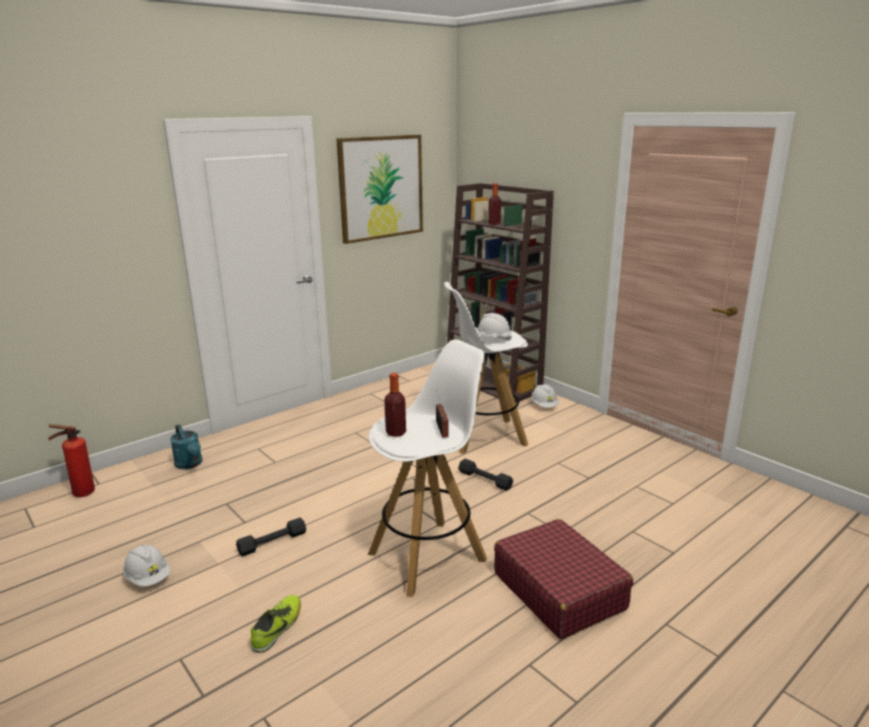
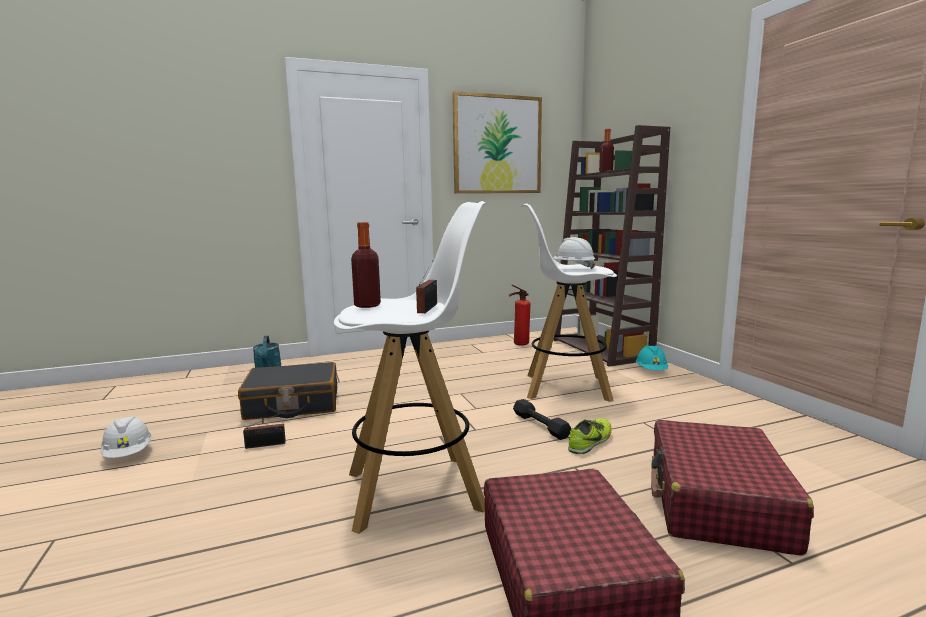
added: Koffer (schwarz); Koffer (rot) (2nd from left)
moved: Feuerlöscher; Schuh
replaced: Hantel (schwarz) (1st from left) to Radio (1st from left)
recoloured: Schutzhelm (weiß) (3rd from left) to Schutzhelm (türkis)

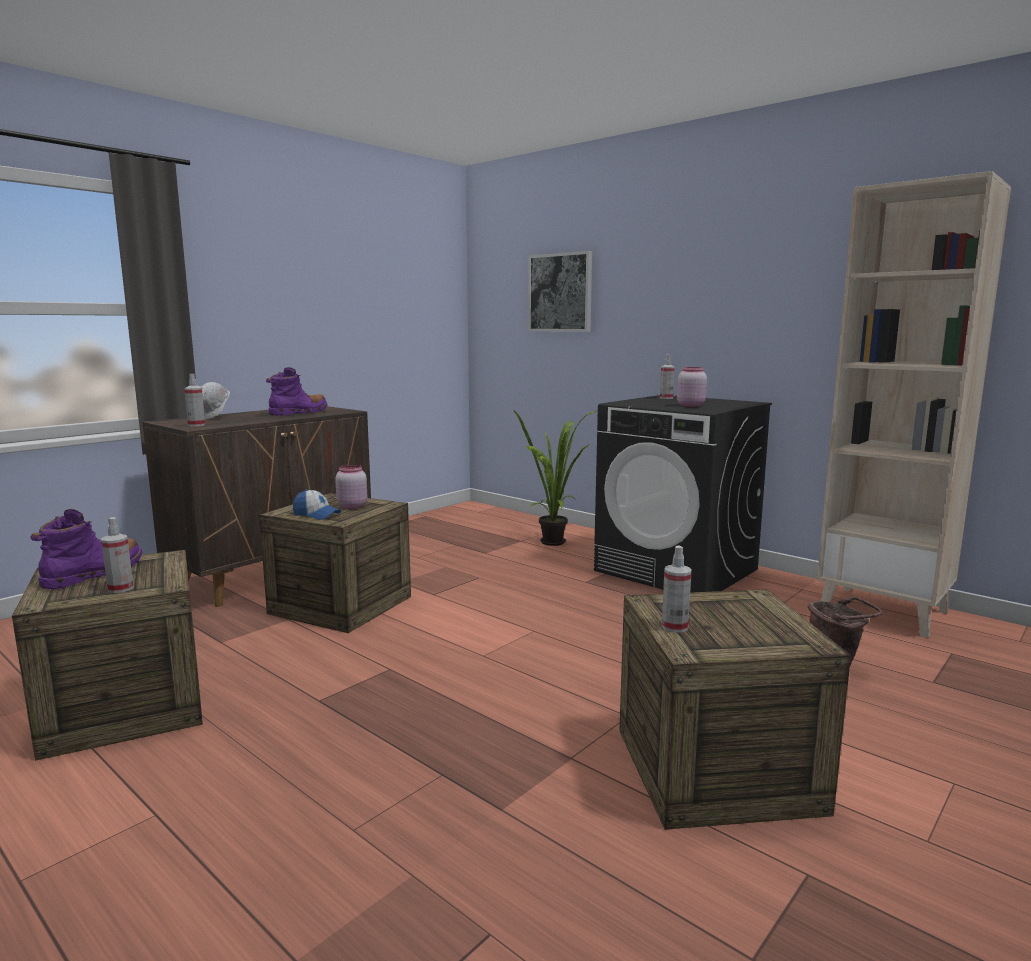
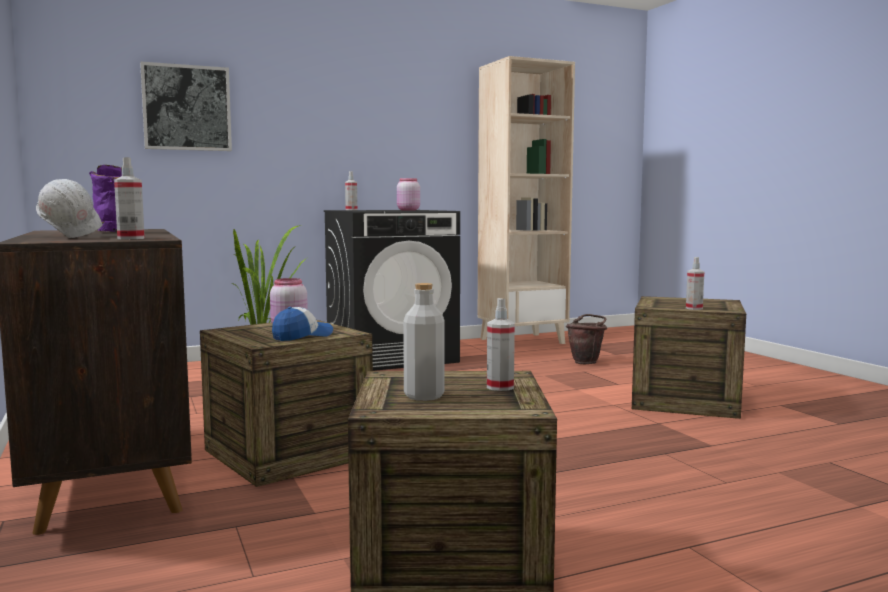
replaced: Stiefel (lila) (1st from left) to Flasche (grau)

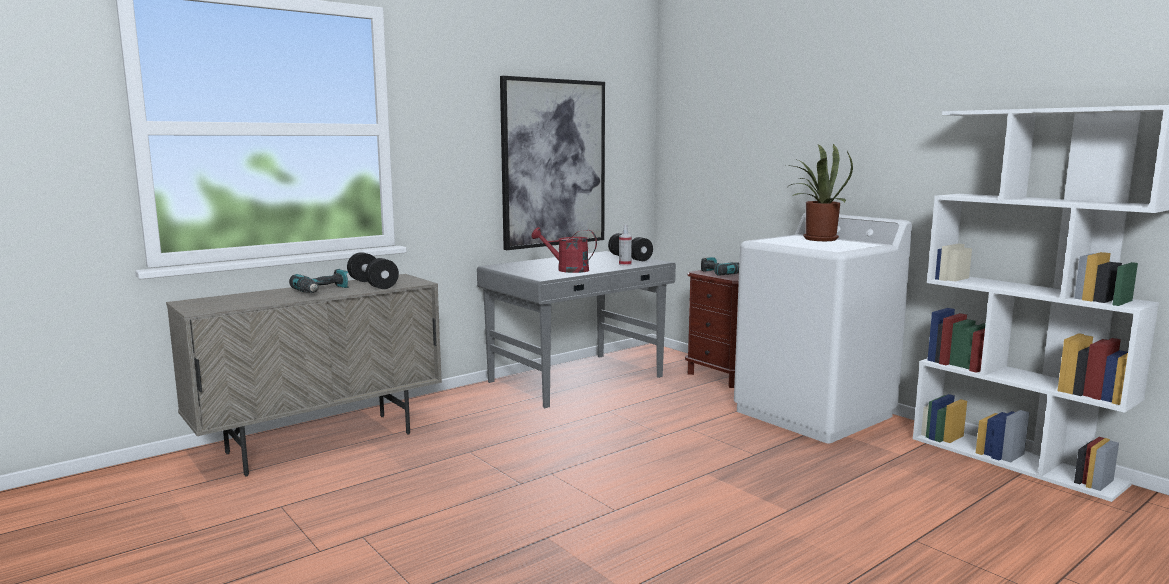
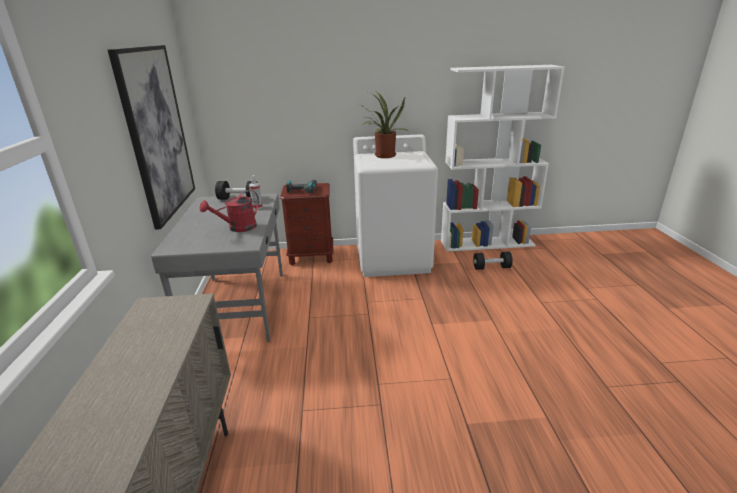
removed: Bohrmaschine (1st from left)
moved: Hantel (schwarz) (1st from left in the first image) to Hantel (schwarz) (2nd from left)

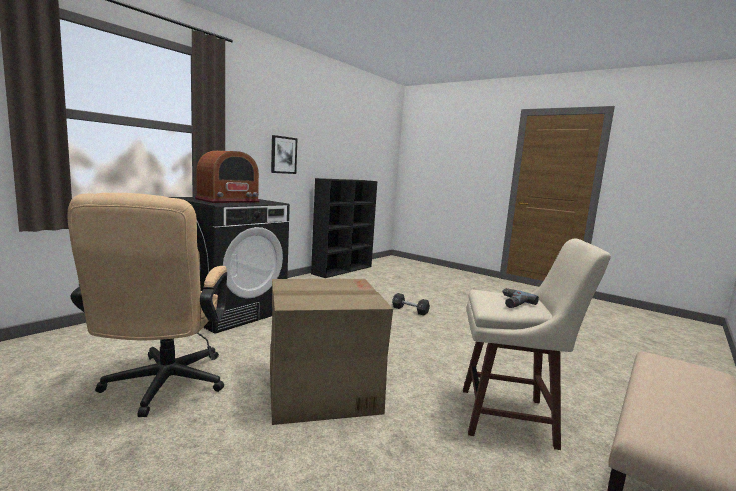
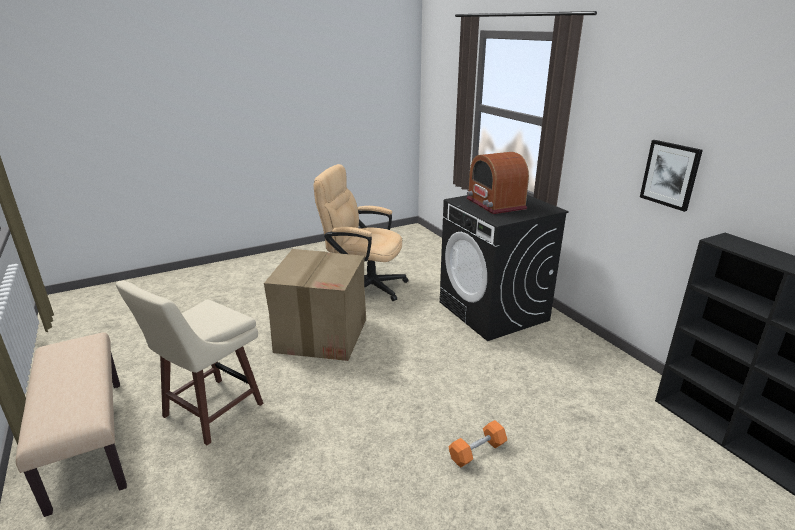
removed: Bohrmaschine
recoloured: Hantel (schwarz) to Hantel (orange)

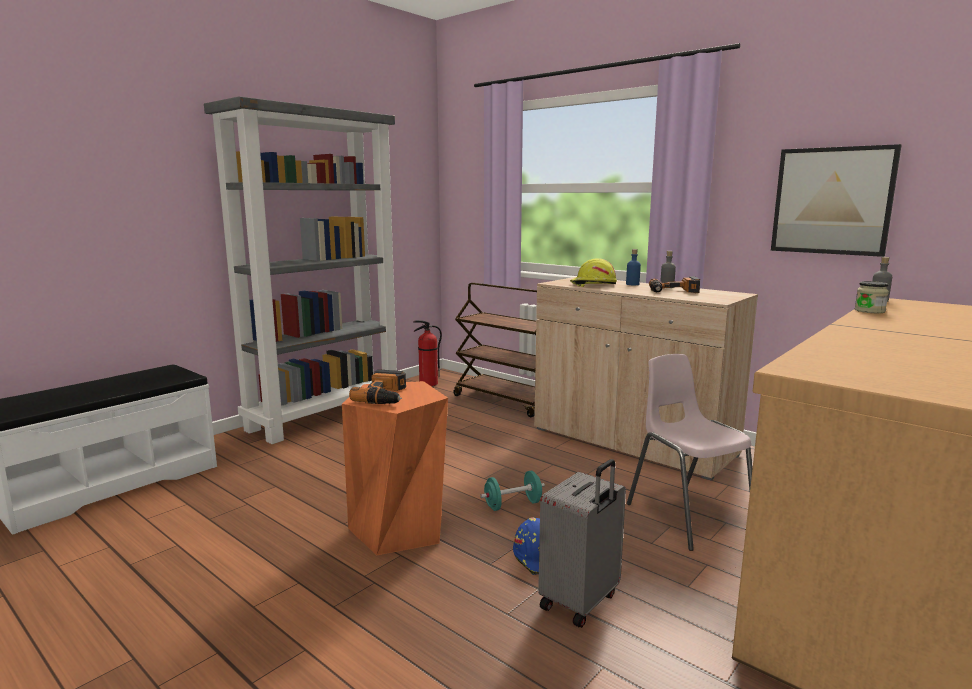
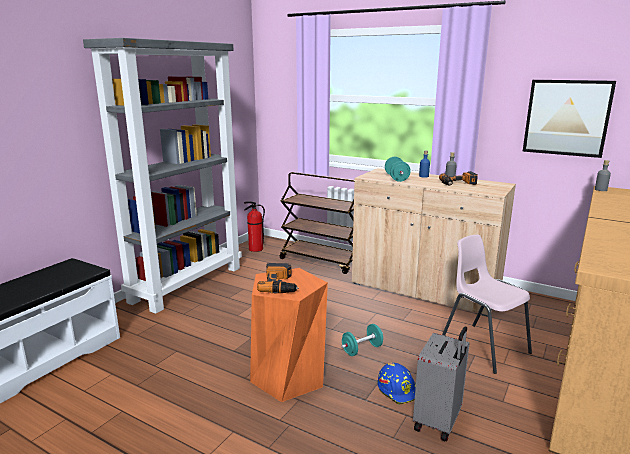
removed: Vorratsglas
replaced: Schutzhelm (gelb) to Hantel (türkis) (2nd from left)

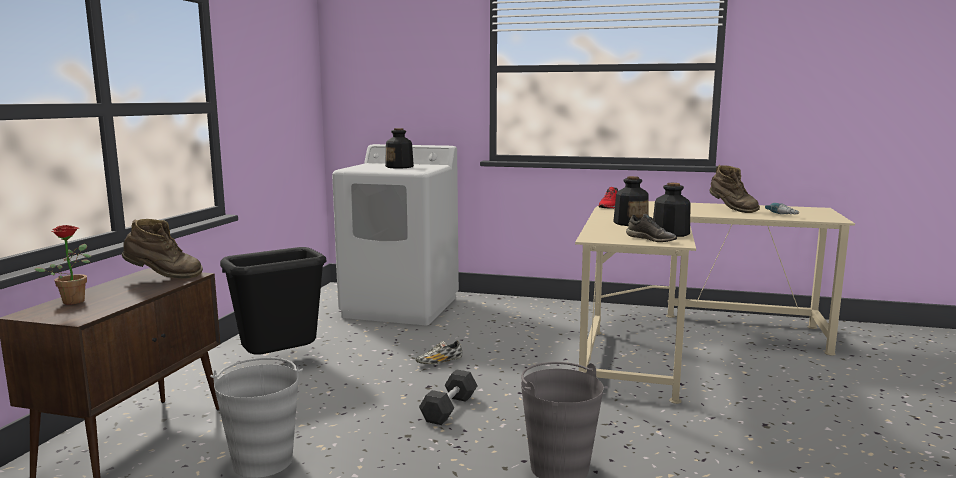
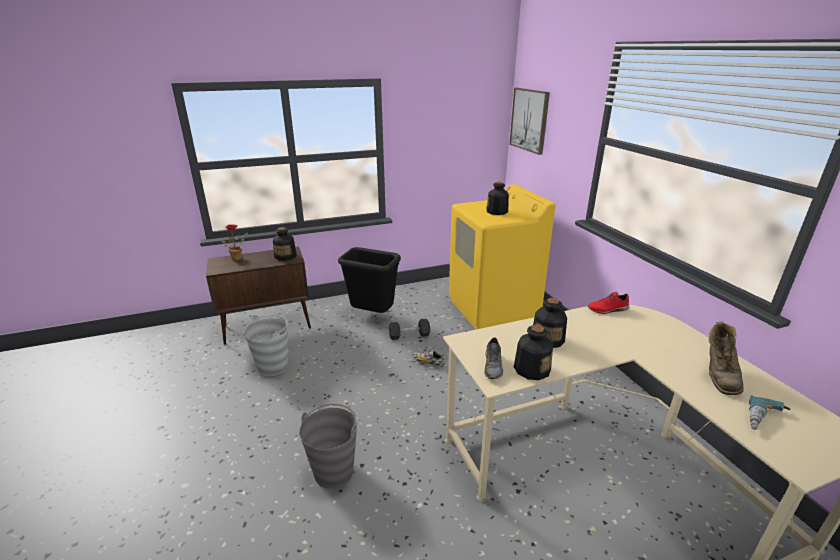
added: Bild
moved: Hantel (grau)
replaced: Stiefel (braun) (1st from left) to Flasche (1st from left)
recoloured: Waschmaschine (weiß) to Waschmaschine (gelb)

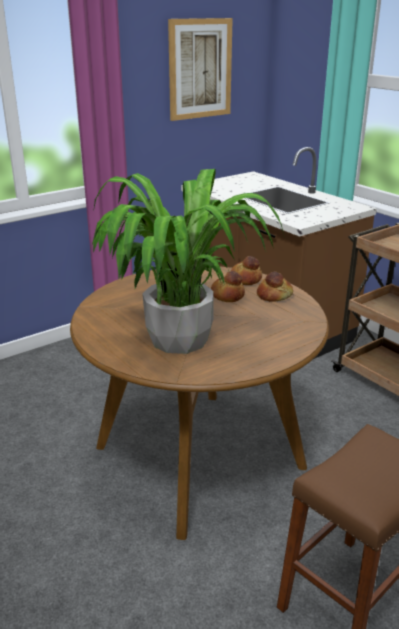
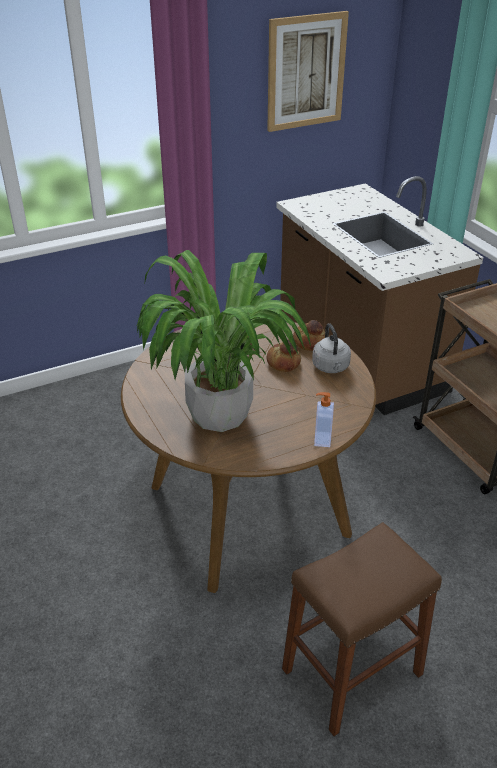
added: Seifenspender
replaced: Brot (3rd from left) to Wasserkessel (grau)

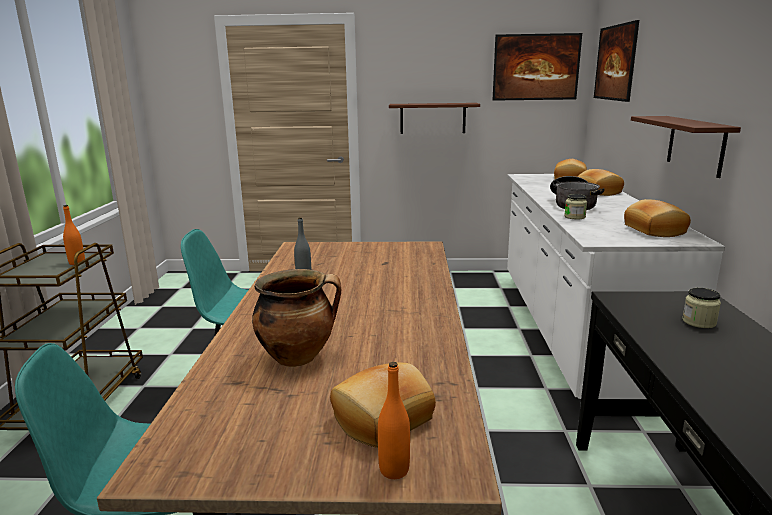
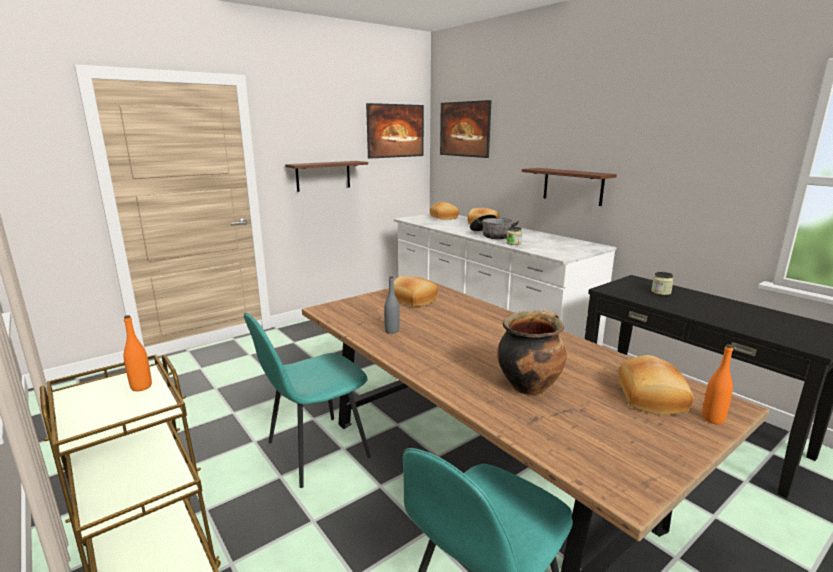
moved: Brot (4th from left in the first image) to Brot (1st from left)

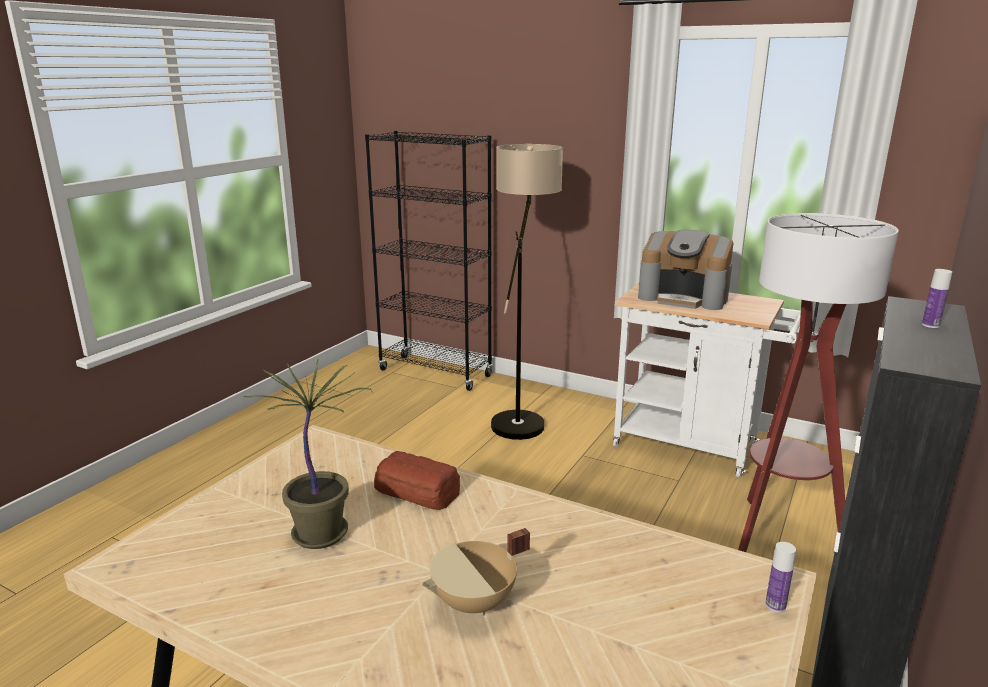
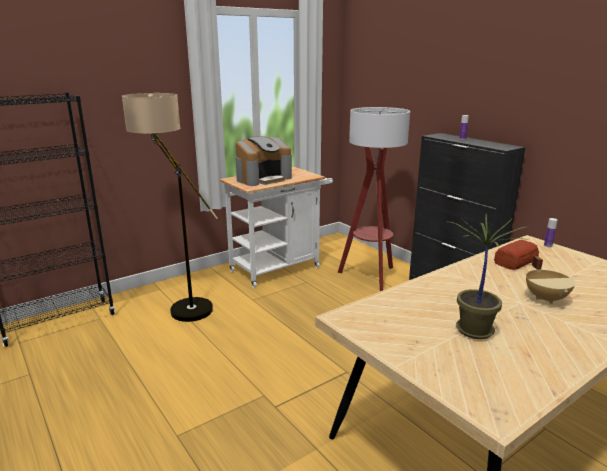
moved: Brot

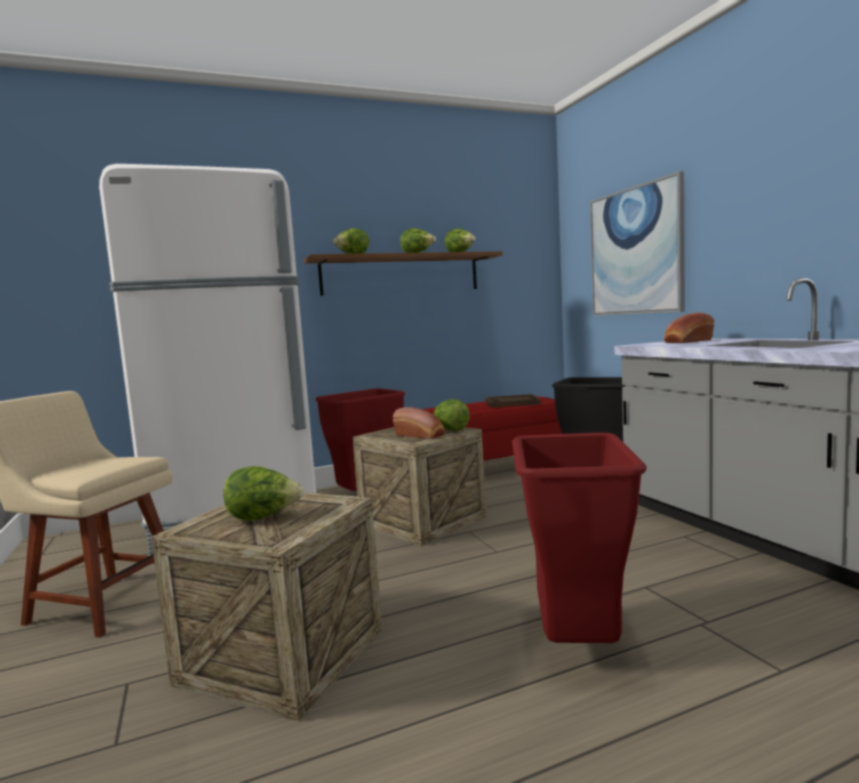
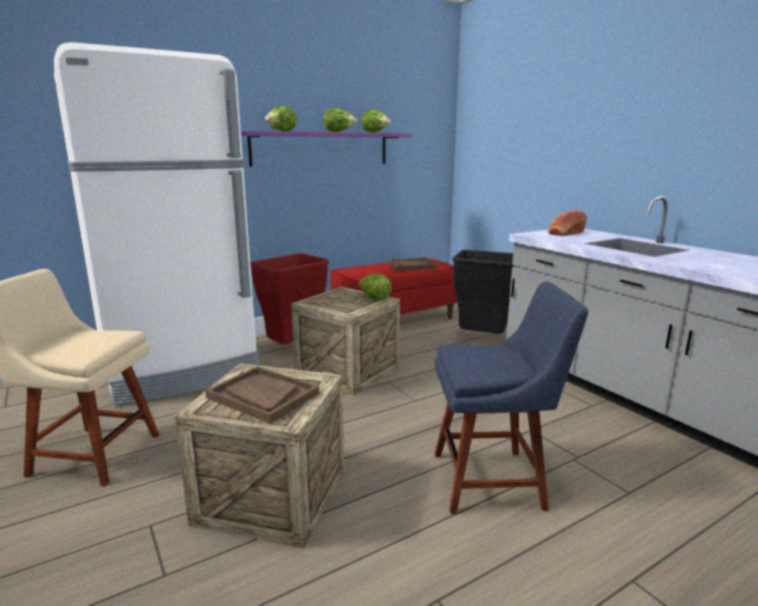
removed: Brot (1st from left); Bild
replaced: Salatkopf (1st from left) to Tablett (braun) (1st from left); Mülleimer (rot) (2nd from left) to Stuhl (blau)
recoloured: Wandregal (braun) to Wandregal (lila)

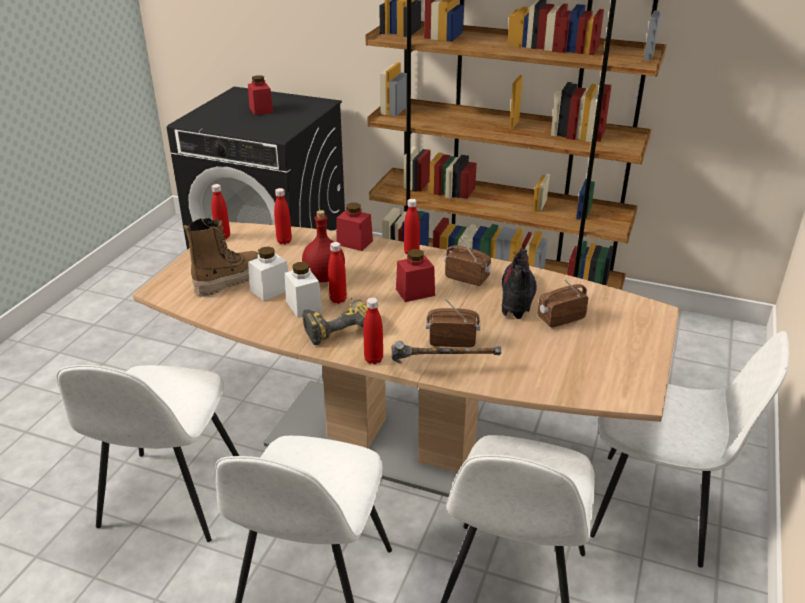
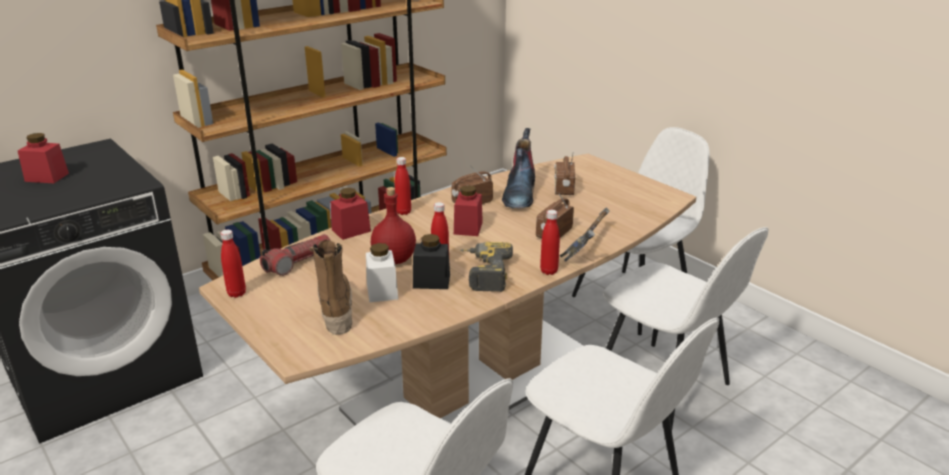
replaced: Flasche (rot) (2nd from left) to Taschenlampe
recoloured: Vorratsglas (weiß) (2nd from left) to Vorratsglas (schwarz)
turned: Stiefel (2nd from left) 120 degrees counterclockwise

